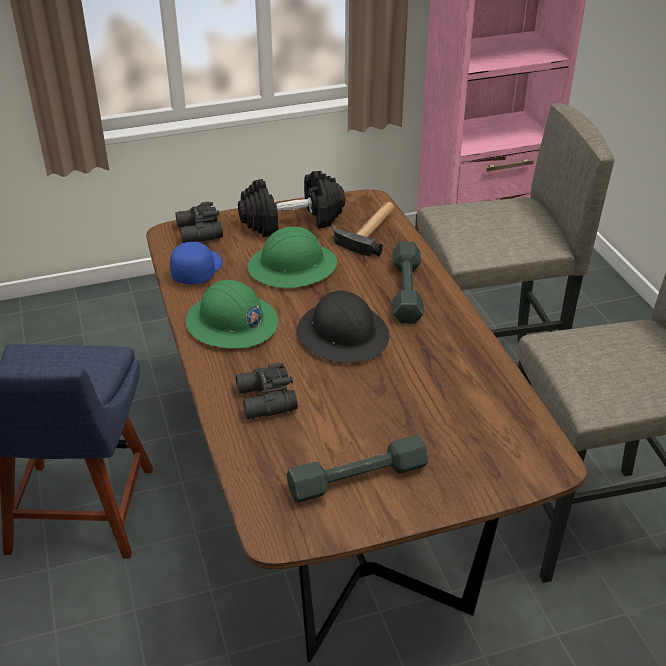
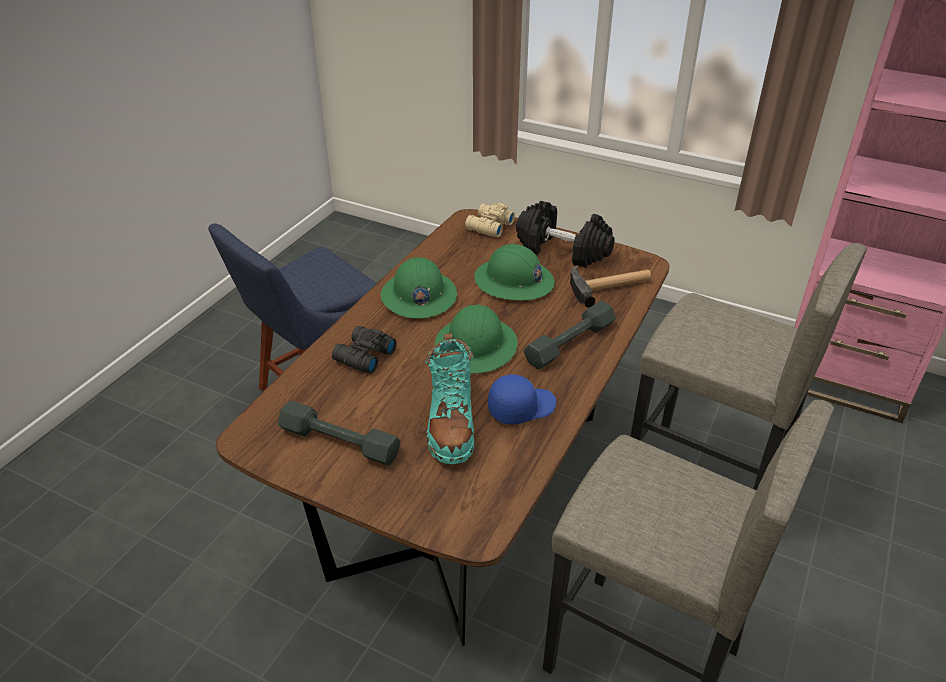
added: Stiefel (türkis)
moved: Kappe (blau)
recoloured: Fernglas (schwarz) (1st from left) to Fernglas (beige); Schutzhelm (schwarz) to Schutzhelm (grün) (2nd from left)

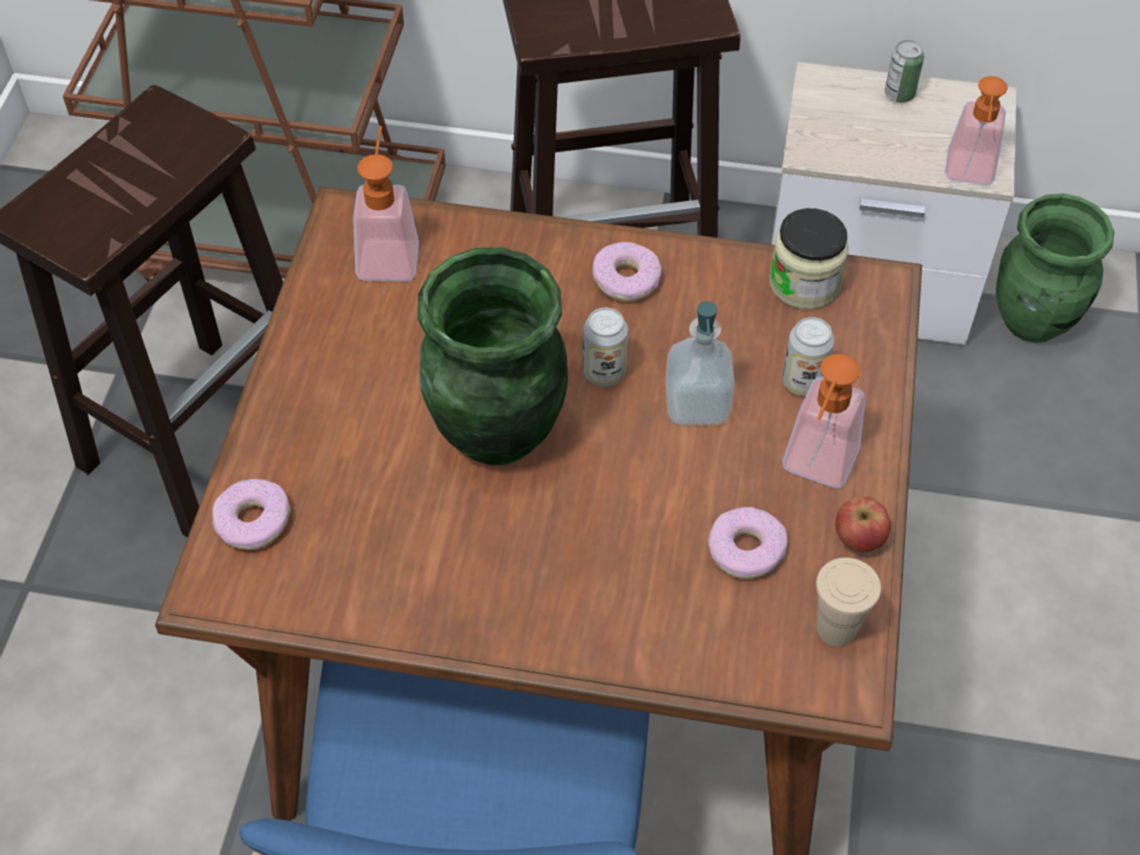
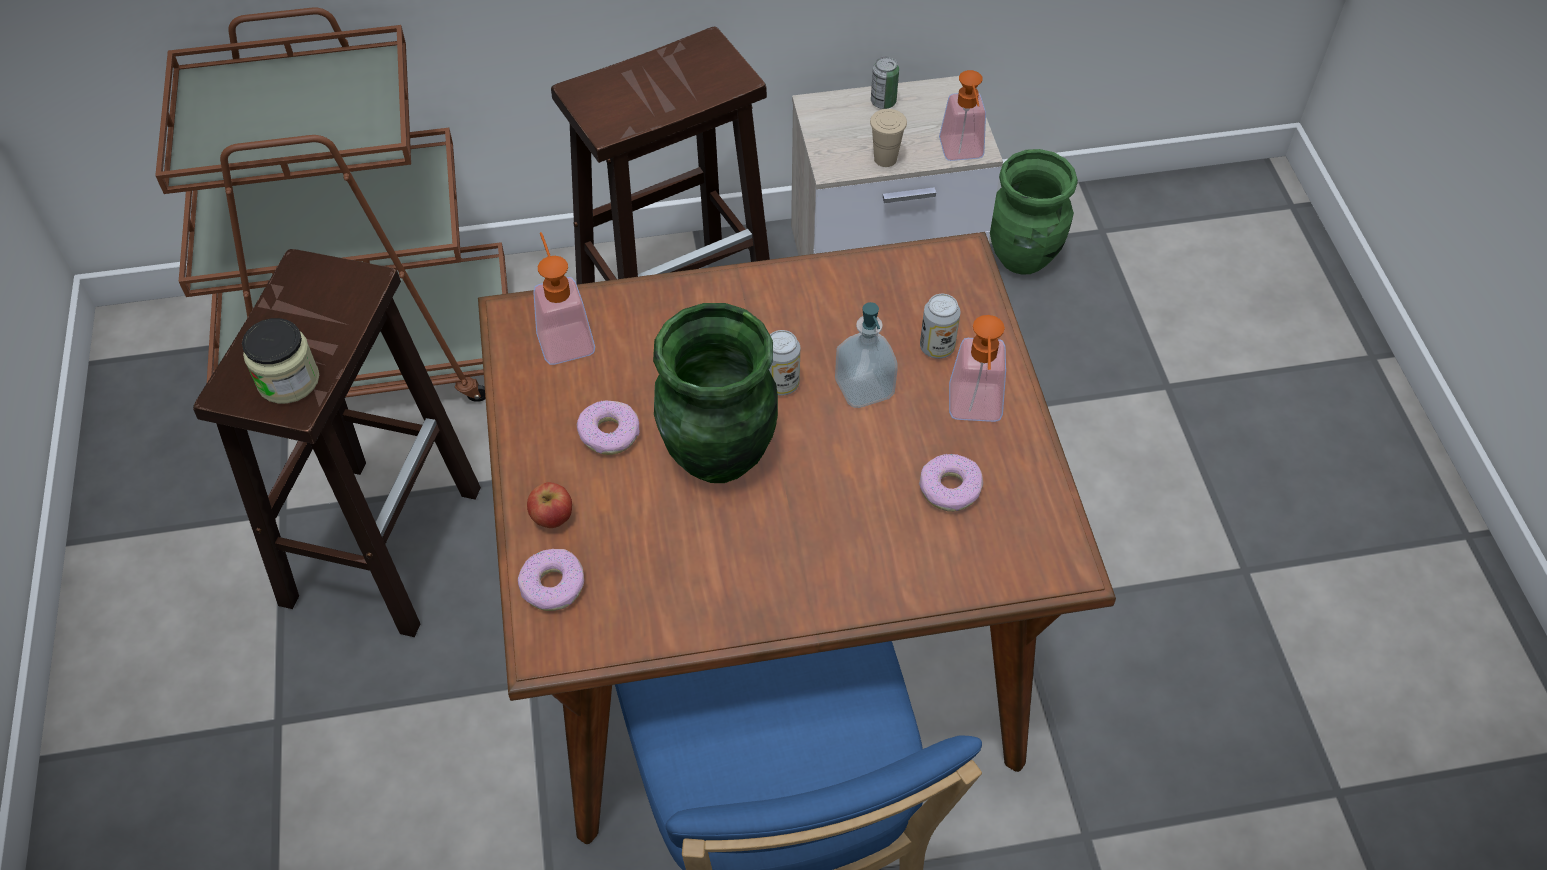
moved: Donut (2nd from left); Vorratsglas; Tasse (beige); Apfel

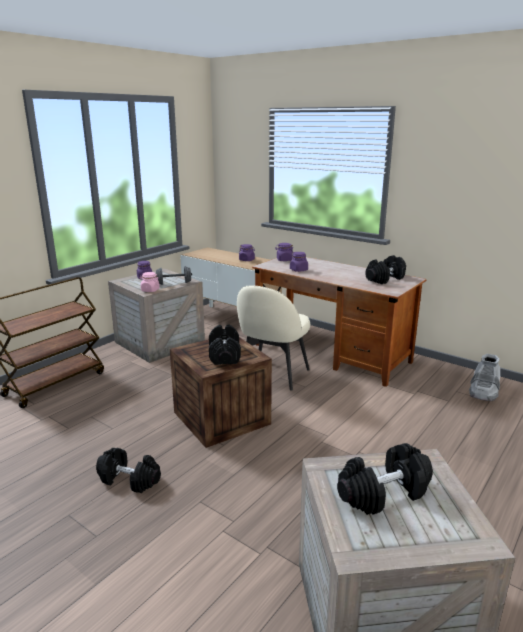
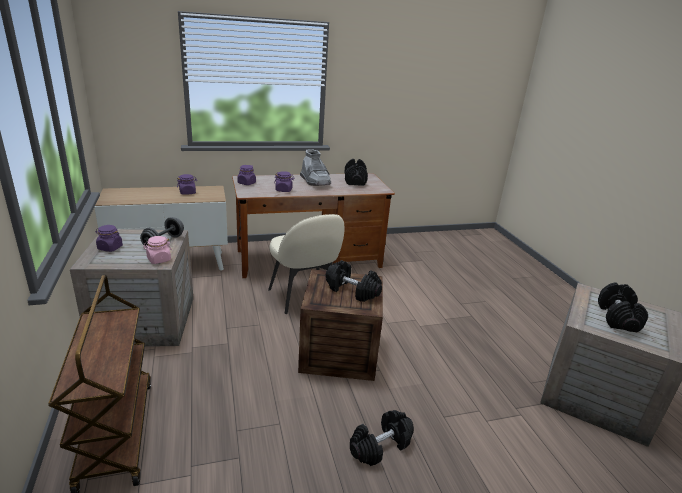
moved: Stiefel (grau)

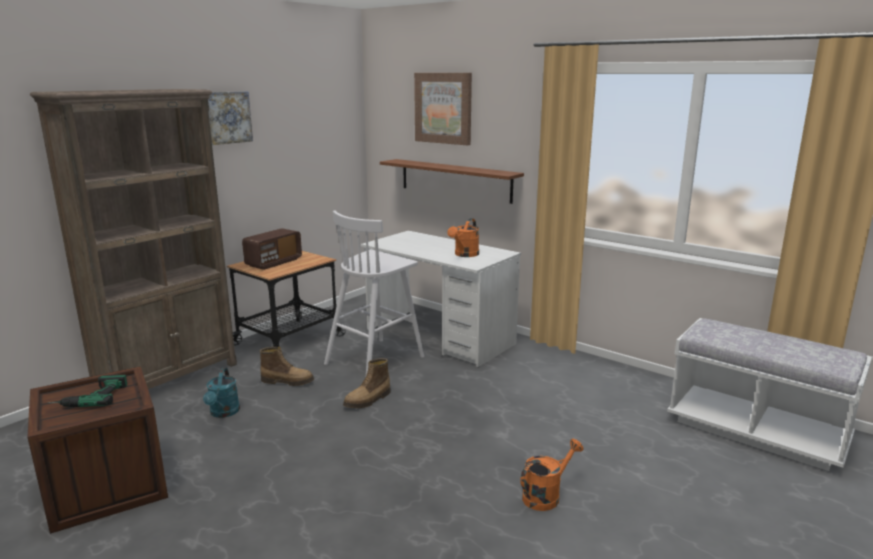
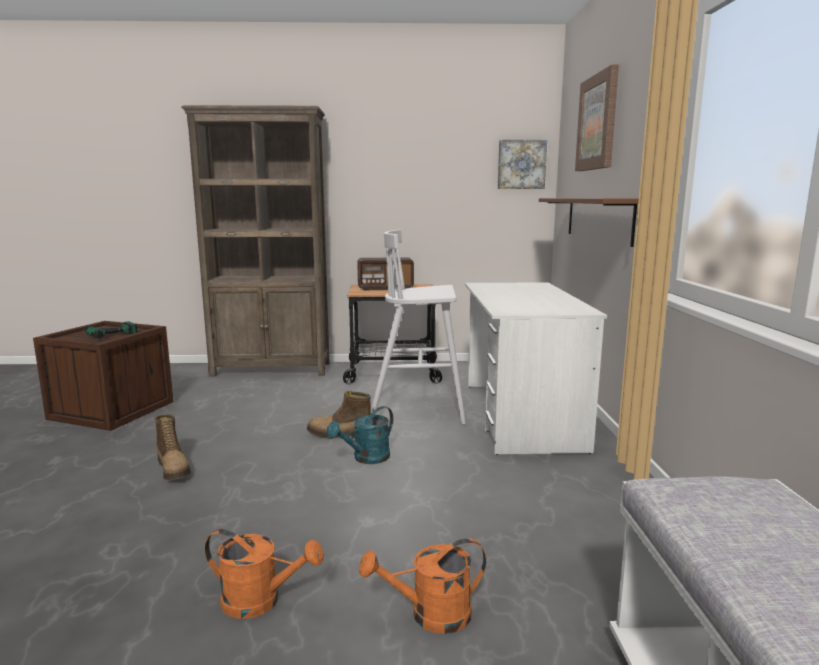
moved: Gießkanne (türkis); Bild (1st from left); Stiefel (1st from left); Gießkanne (orange) (1st from left in the first image) to Gießkanne (orange) (2nd from left)

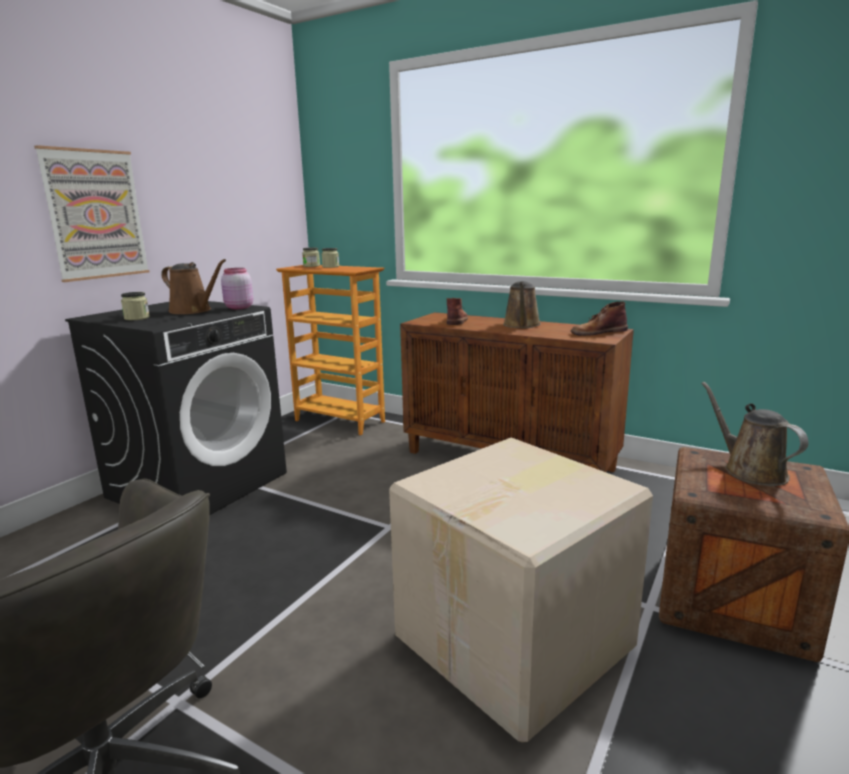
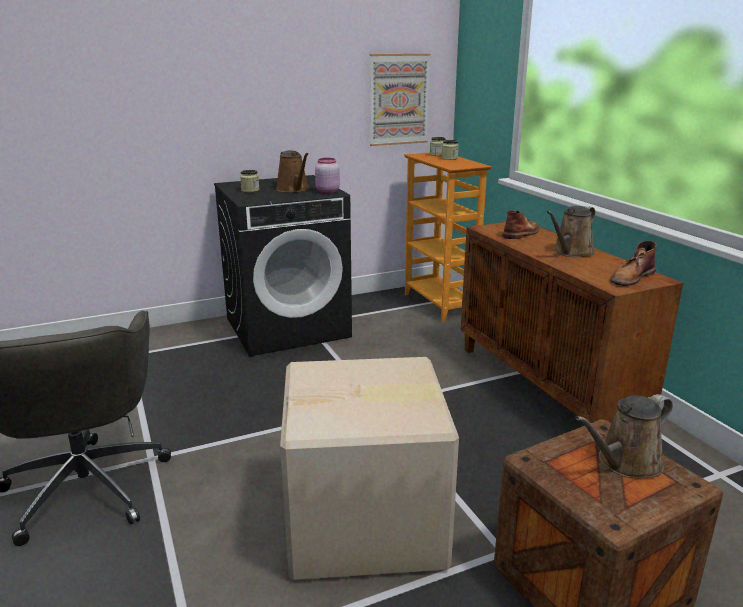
moved: Bild
turned: Stiefel (braun) (2nd from left) 60 degrees counterclockwise; Gießkanne (braun) (3rd from left) 135 degrees counterclockwise

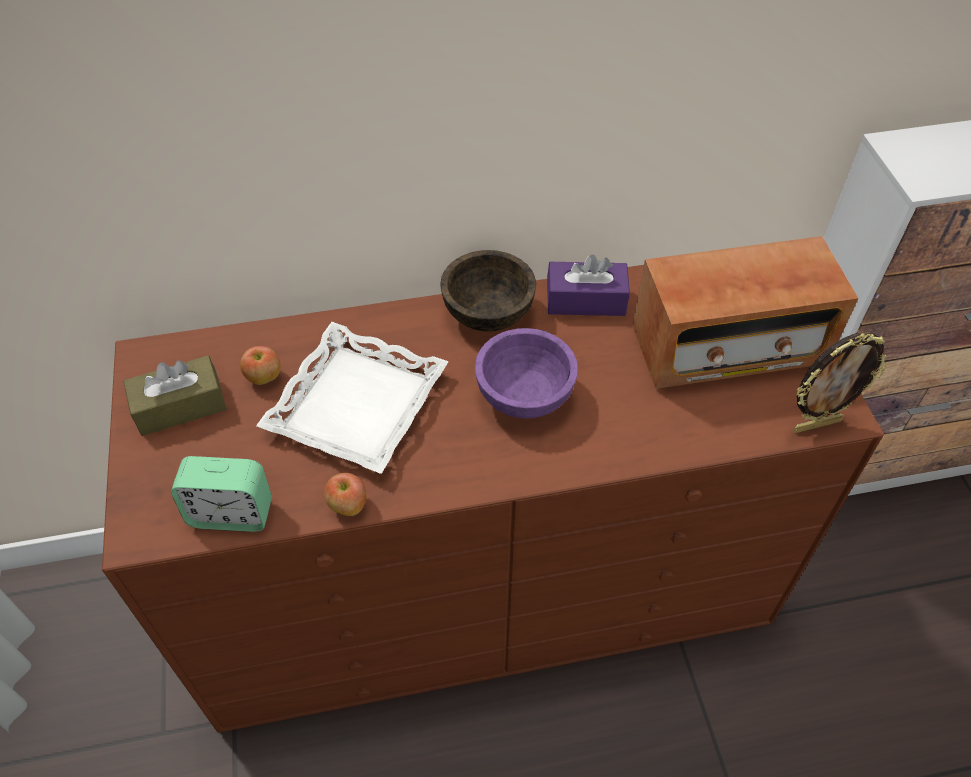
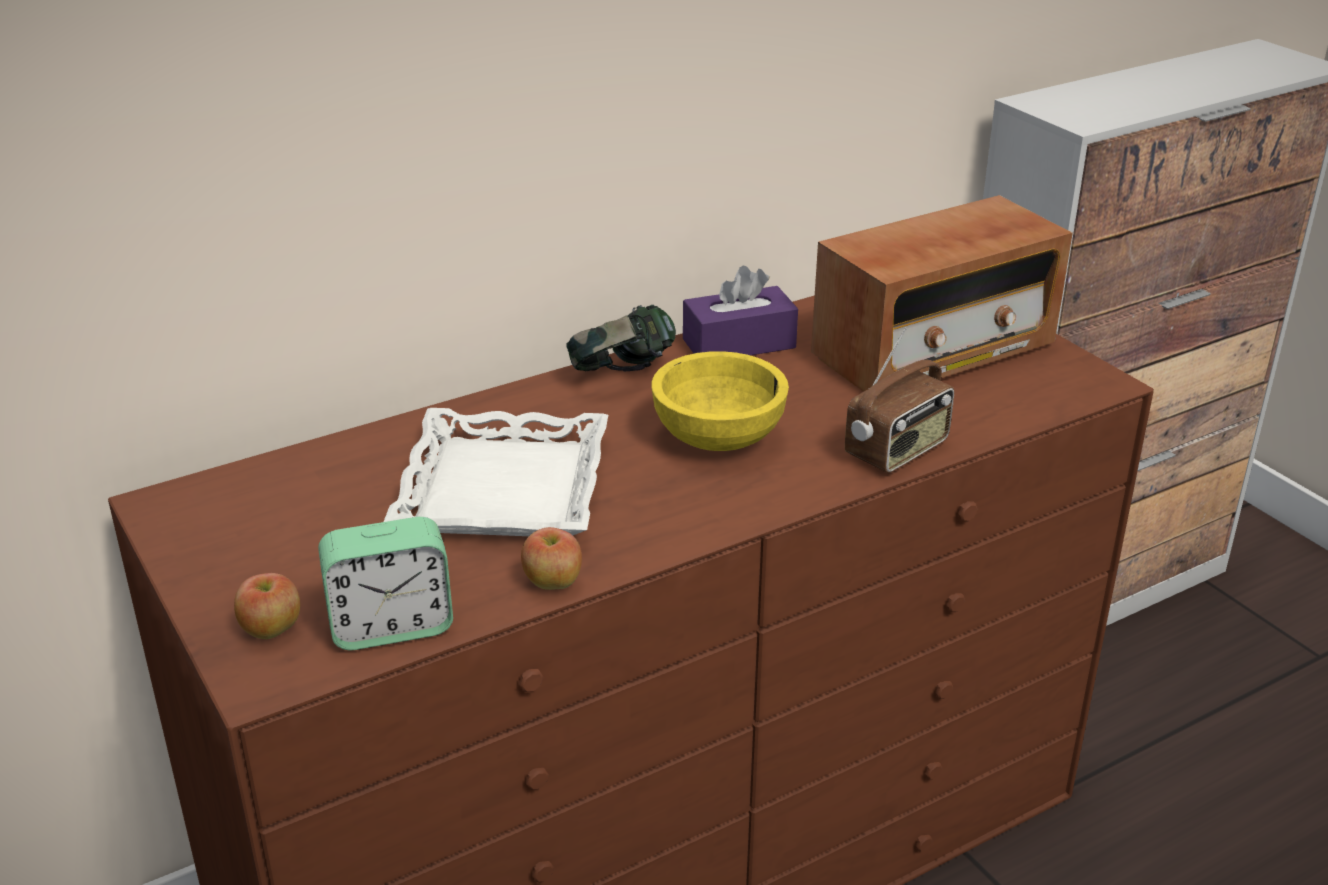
removed: Taschentuchbox (braun); Bilderrahmen
added: Radio (1st from left)
moved: Apfel (1st from left)
replaced: Schüssel (braun) to Kopfhörer
recoloured: Schüssel (lila) to Schüssel (gelb)

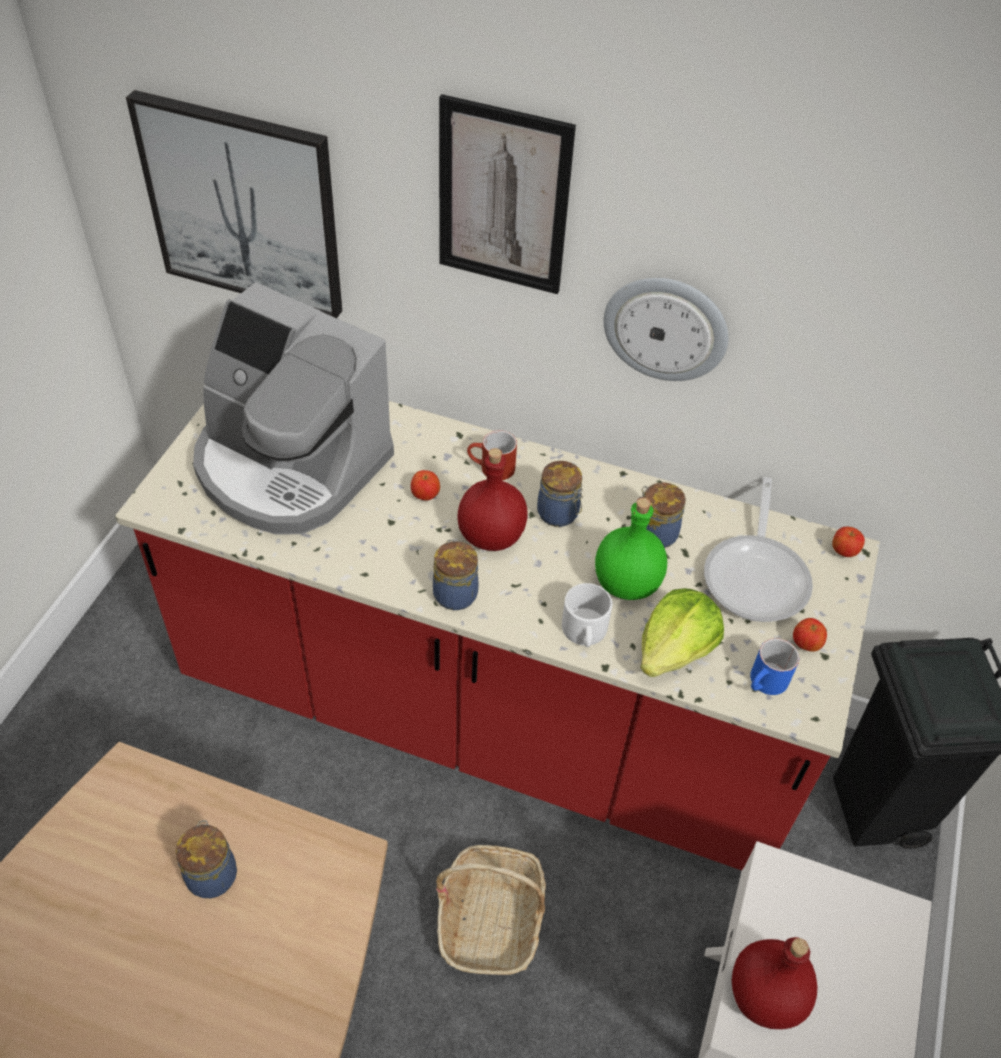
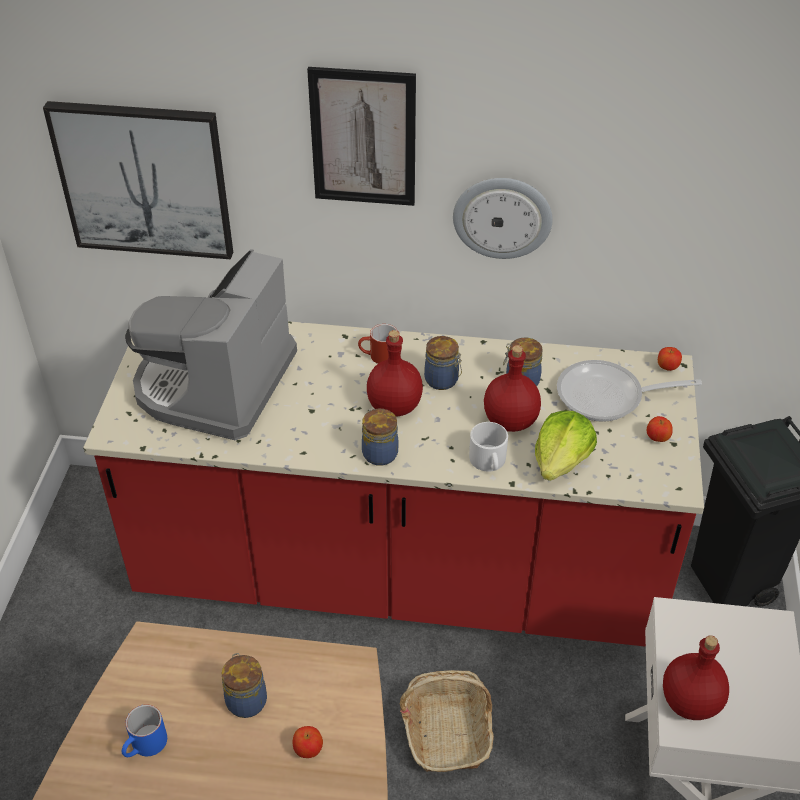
moved: Apfel (1st from left); Henkelbecher (blau)
recoloured: Flasche (grün) to Flasche (rot) (2nd from left)
turned: Kaffeemaschine 90 degrees clockwise; Pfanne 90 degrees clockwise

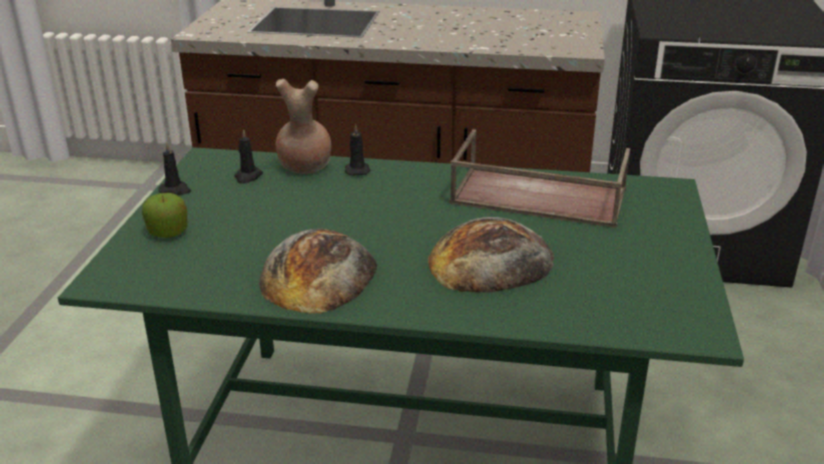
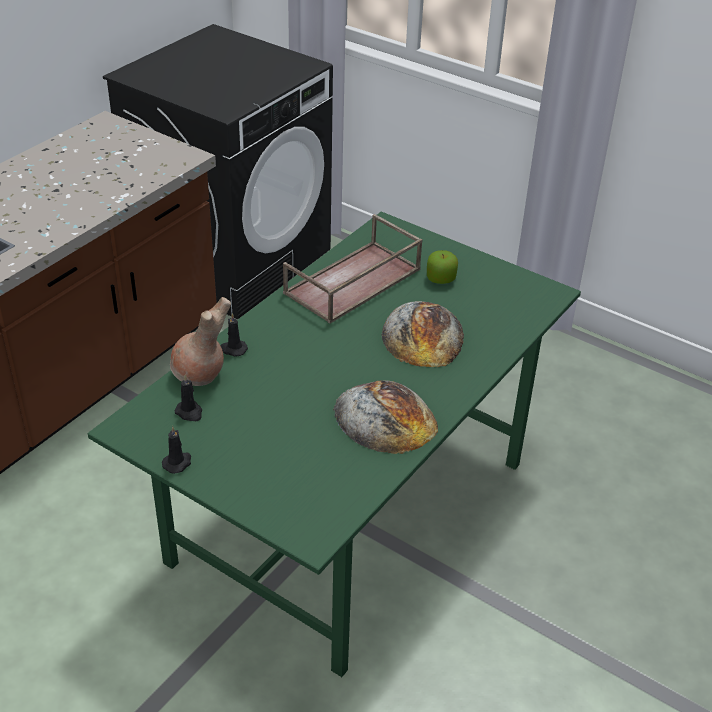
moved: Apfel

